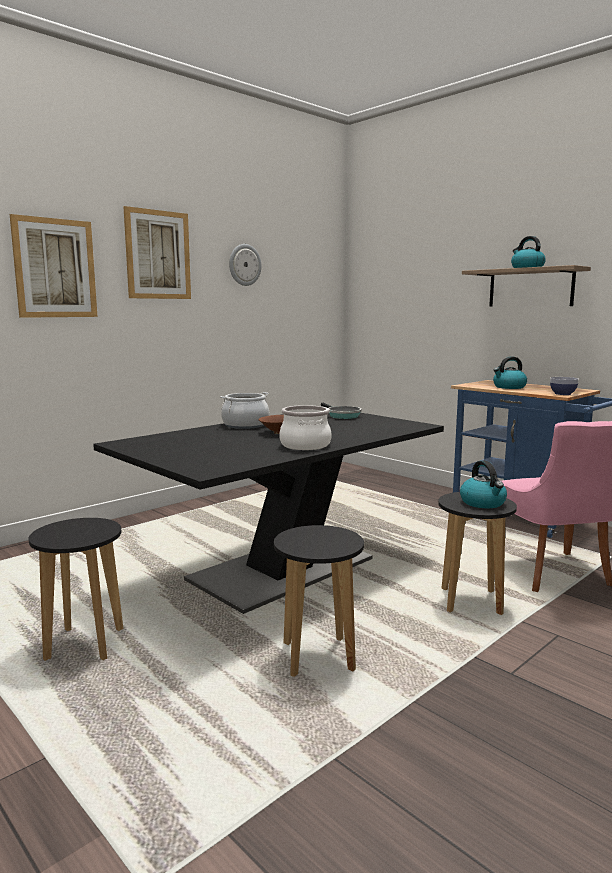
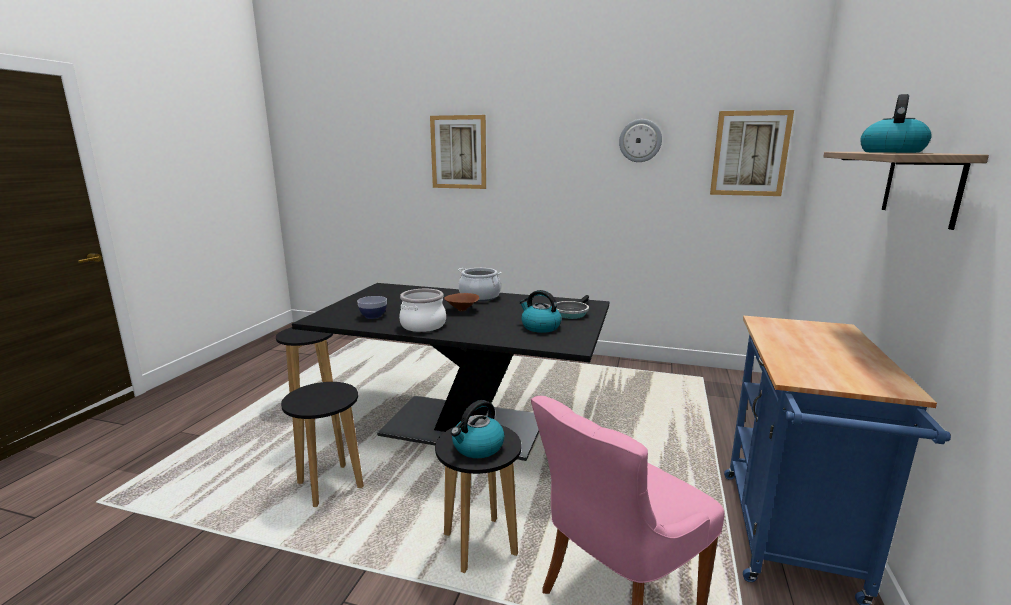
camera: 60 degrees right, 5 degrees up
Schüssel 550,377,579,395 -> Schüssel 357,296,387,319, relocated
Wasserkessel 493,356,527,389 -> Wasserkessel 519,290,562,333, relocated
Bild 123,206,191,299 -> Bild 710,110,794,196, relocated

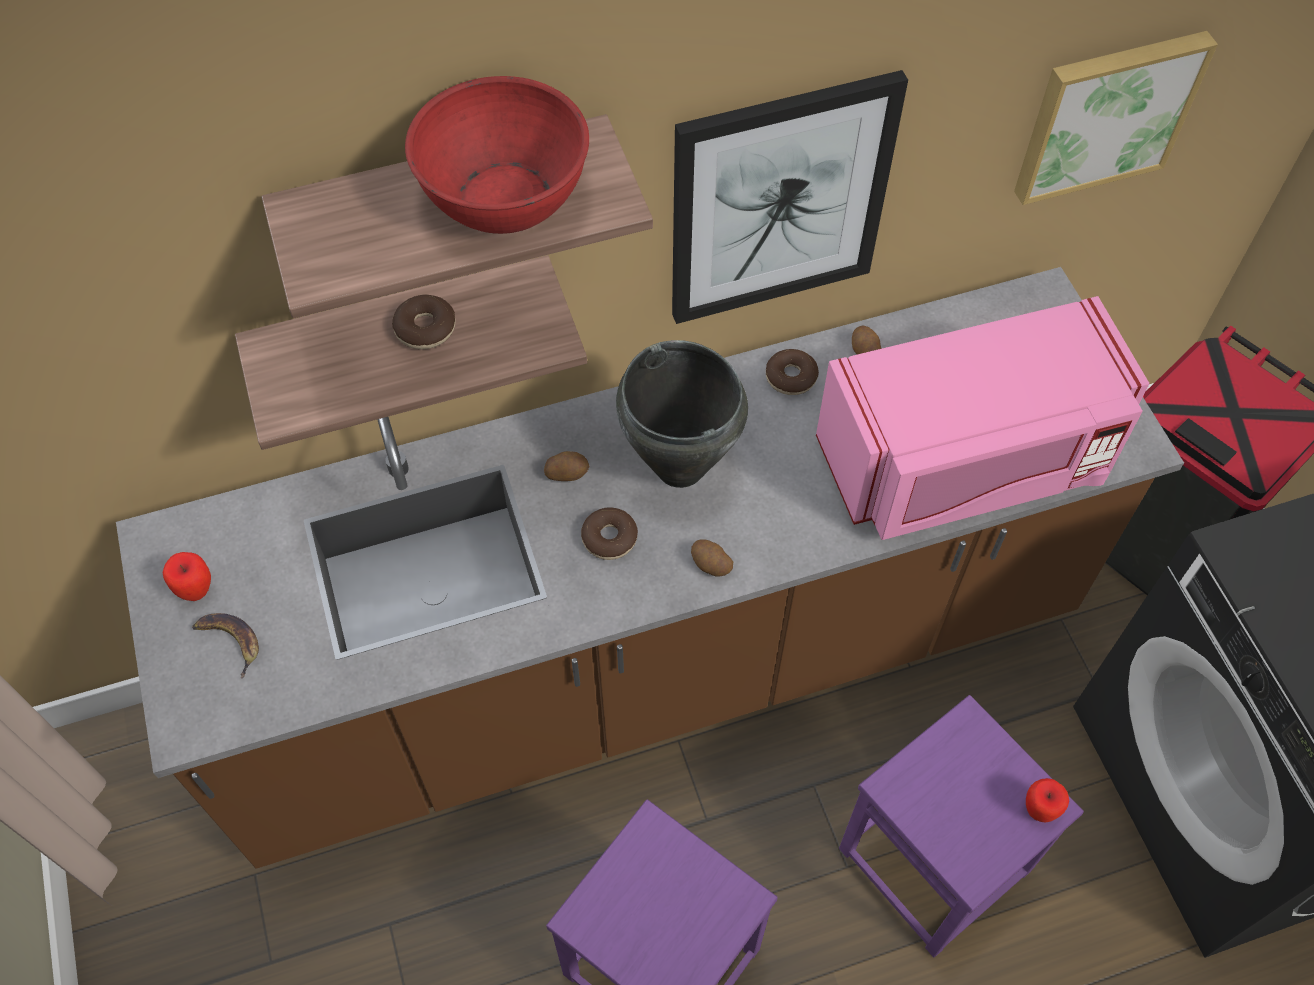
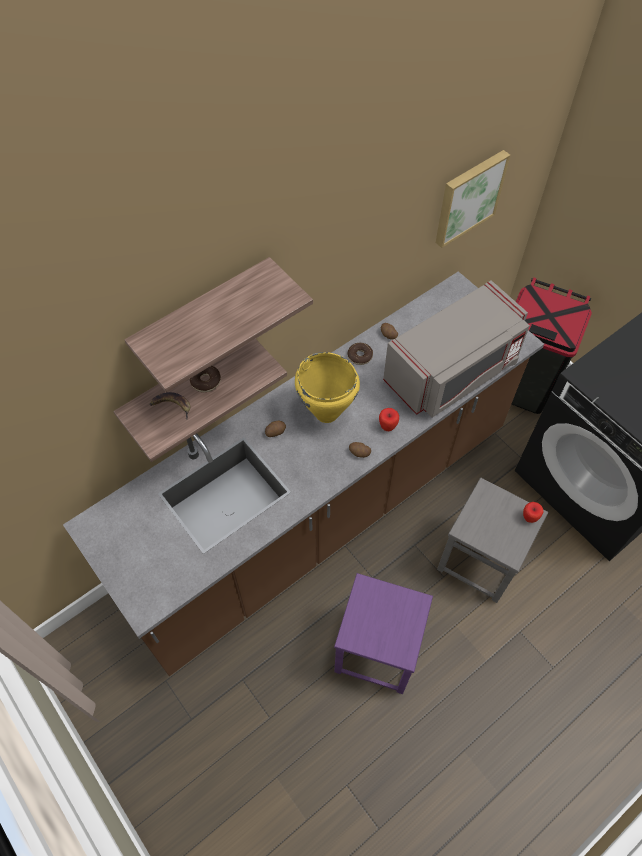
camera: 20 degrees left, 0 degrees up
Banane 192,613,259,679 -> Banane 150,392,190,420, relocated
Kochtopf (schwarz) 616,340,748,488 -> Kochtopf (gelb) 295,352,360,423
Apfel 163,552,211,601 -> Apfel 379,408,399,431, relocated
Mikrowelle (rosa) 816,296,1149,540 -> Mikrowelle (grau) 383,280,530,418
Hocker (lila) 839,695,1084,957 -> Hocker (grau) 437,478,548,603
Schüssel (rot) 405,76,589,234 -> none
Donut 581,507,638,560 -> none
Bild 672,70,908,324 -> none

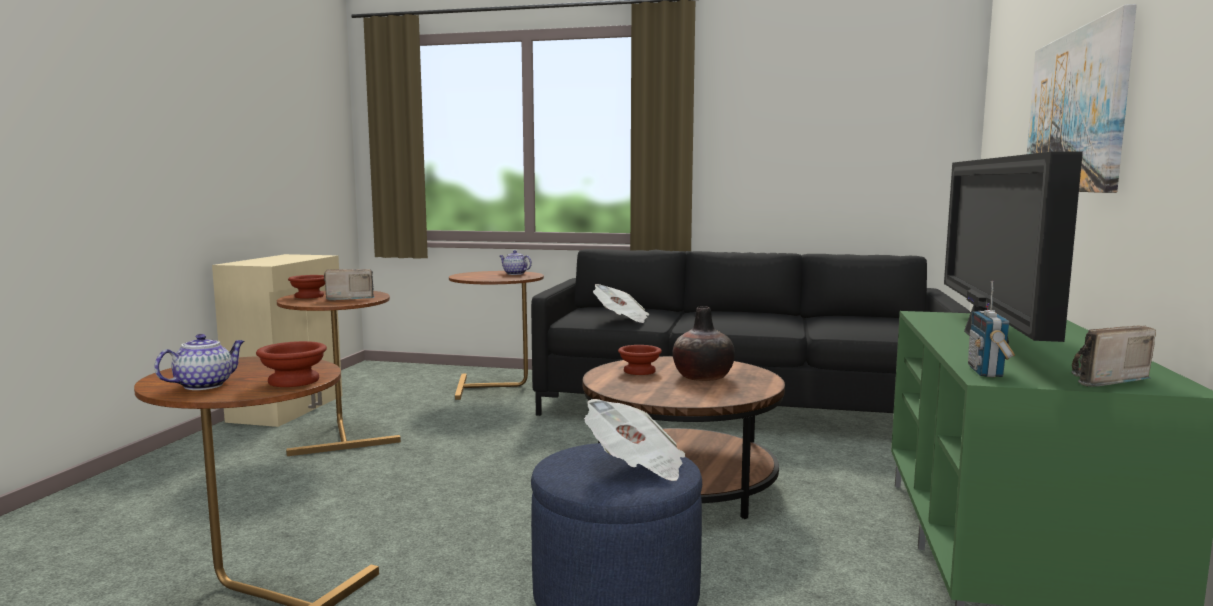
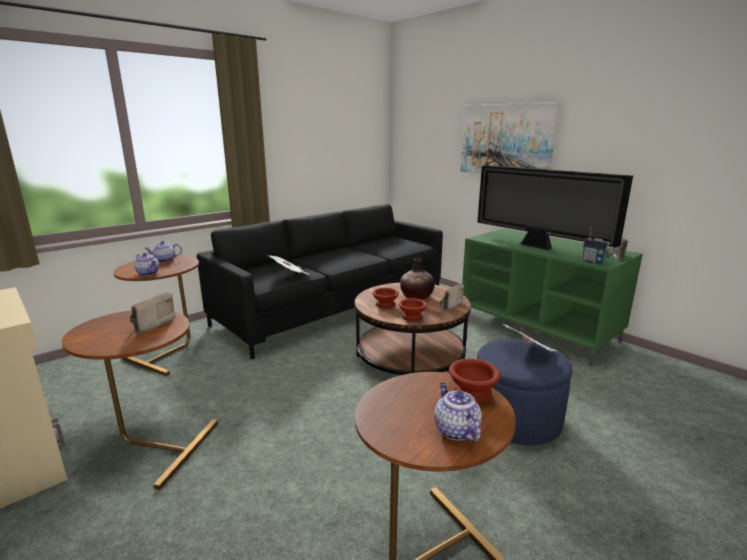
camera: 55 degrees left, 10 degrees up
none -> Teekanne 134,253,159,276
Schüssel (braun) 288,275,325,299 -> Schüssel (braun) 398,298,427,321, relocated
none -> Radio 439,283,464,311

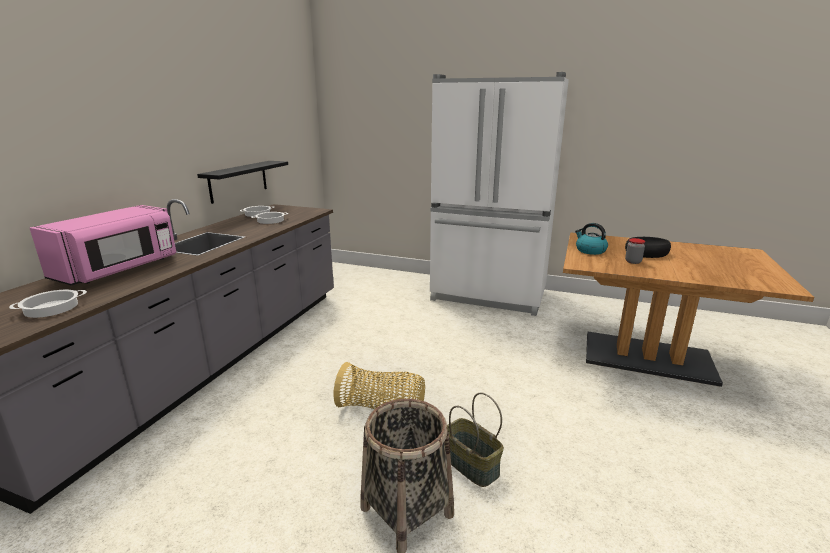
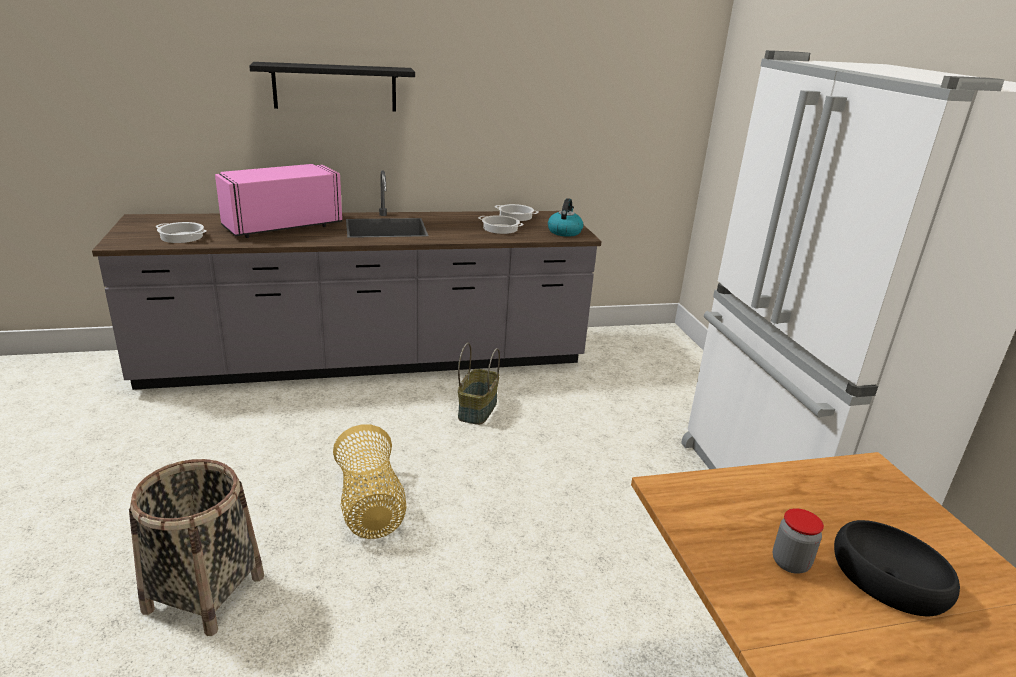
camera: 55 degrees right, 5 degrees up
Mikrowelle (rosa) 30,205,176,286 -> Mikrowelle (rosa) 215,164,342,238, 150 degrees clockwise
Wandregal (schwarz) 197,161,288,204 -> Wandregal (schwarz) 249,62,415,112, relocated
Korb 447,392,504,487 -> Korb 458,343,500,425, relocated
Wasserkessel 575,223,608,255 -> Wasserkessel 548,198,583,237, relocated

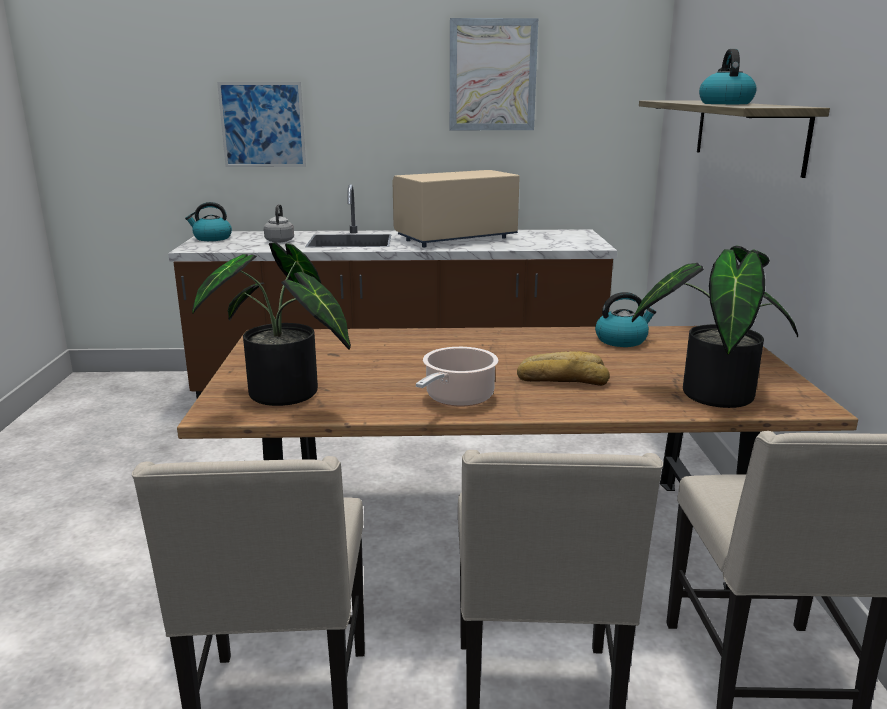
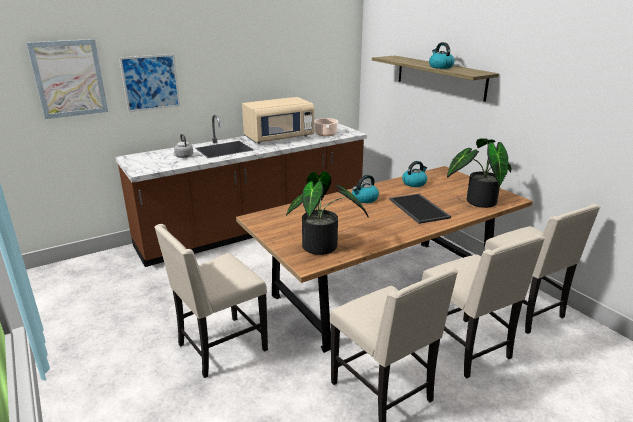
camera: 30 degrees left, 5 degrees up
Bild 450,18,538,130 -> Bild 27,39,108,119, relocated
none -> Stuhl (beige) 154,224,268,378
Mikrowelle (beige) 392,170,520,247 -> Mikrowelle (beige) 242,97,314,144, 150 degrees counterclockwise
Kochtopf 416,347,498,407 -> Kochtopf 314,118,338,136, relocated
Wasserkessel 185,202,232,241 -> Wasserkessel 352,175,379,203, relocated
Brot 517,351,610,386 -> Tablett 390,194,451,224

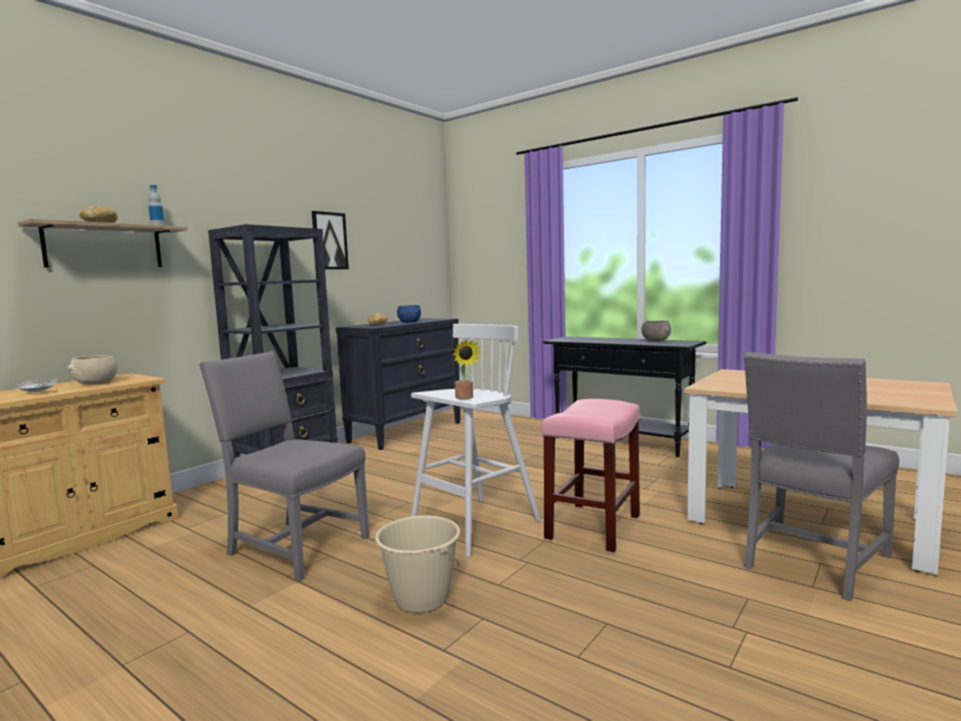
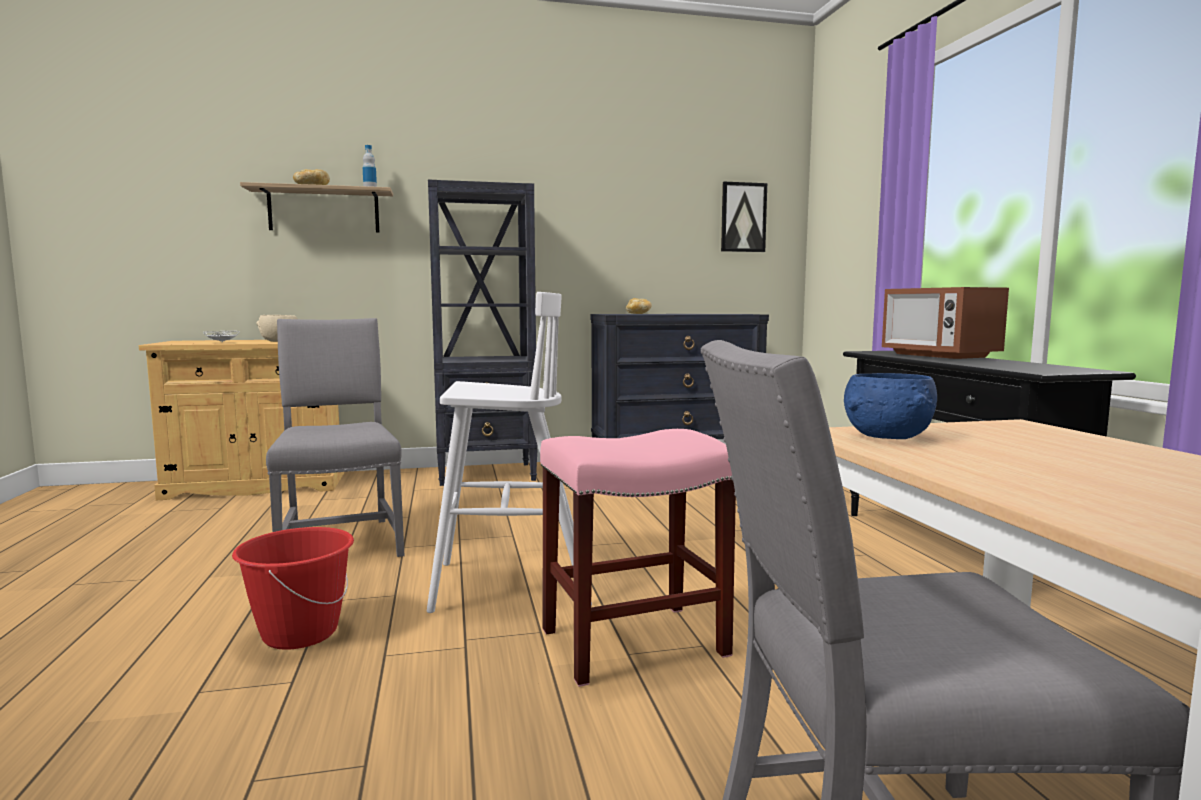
camera: 40 degrees right, 0 degrees up
Eimer (beige) 375,515,460,613 -> Eimer (rot) 232,527,354,650
Bild 312,211,349,269 -> Bild 721,182,767,252, relocated
Schüssel (blau) 397,305,421,323 -> Schüssel (blau) 844,373,937,439, relocated
none -> Mikrowelle 882,287,1009,359
Topfpflanze 453,339,482,399 -> none
Schüssel (grau) 642,321,671,341 -> none

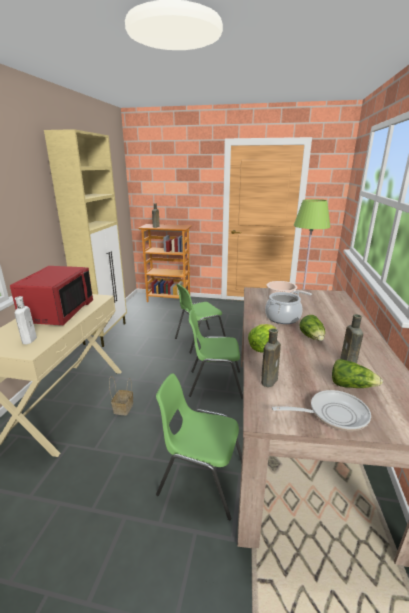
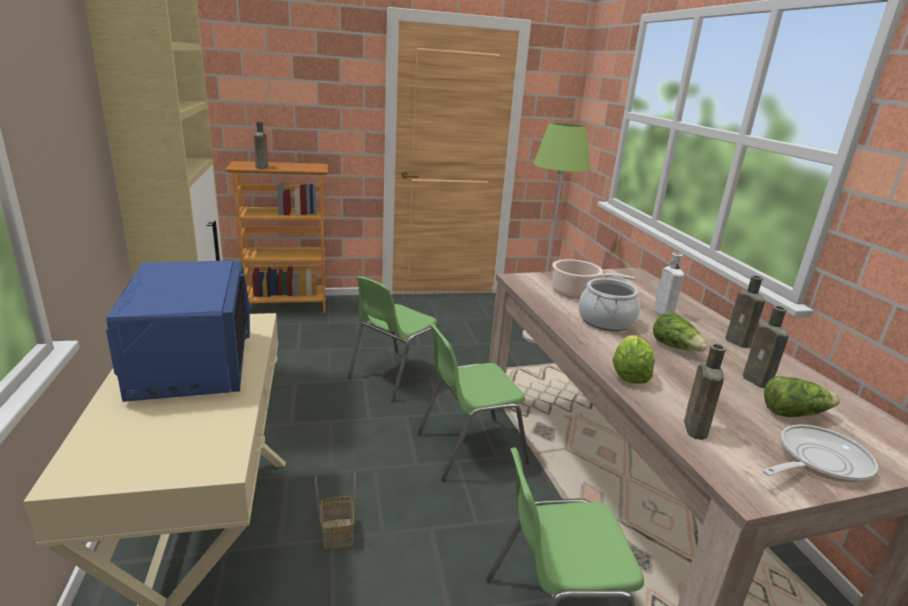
camera: 25 degrees left, 0 degrees up
Mikrowelle (rot) 10,266,93,325 -> Mikrowelle (blau) 106,260,250,402
Flasche (weiß) 14,296,37,344 -> Flasche (weiß) 653,253,684,315, relocated
none -> Flasche (braun) 726,275,765,348

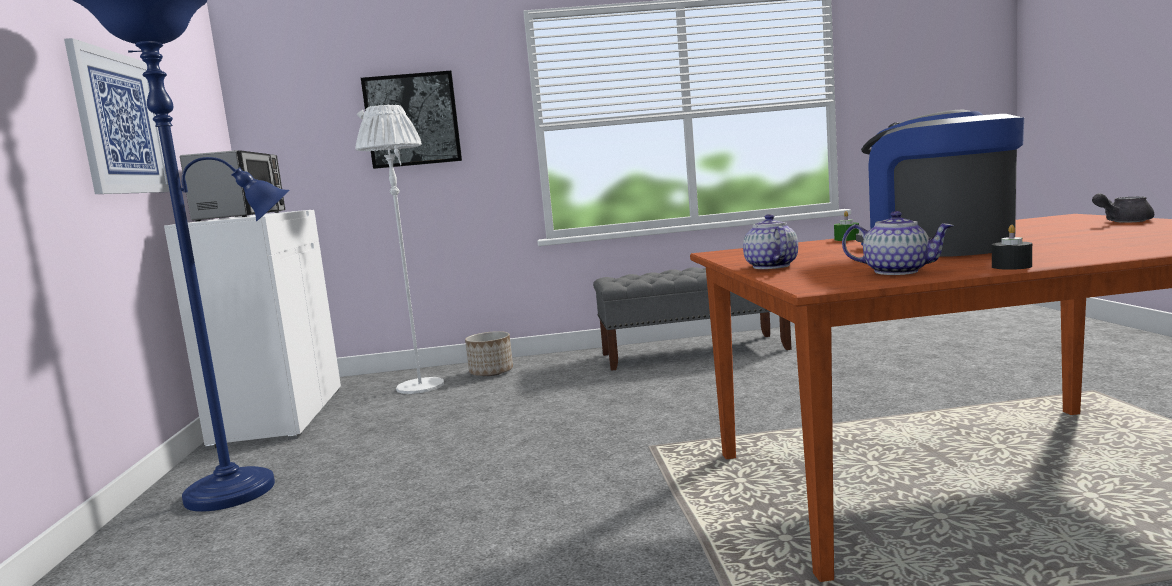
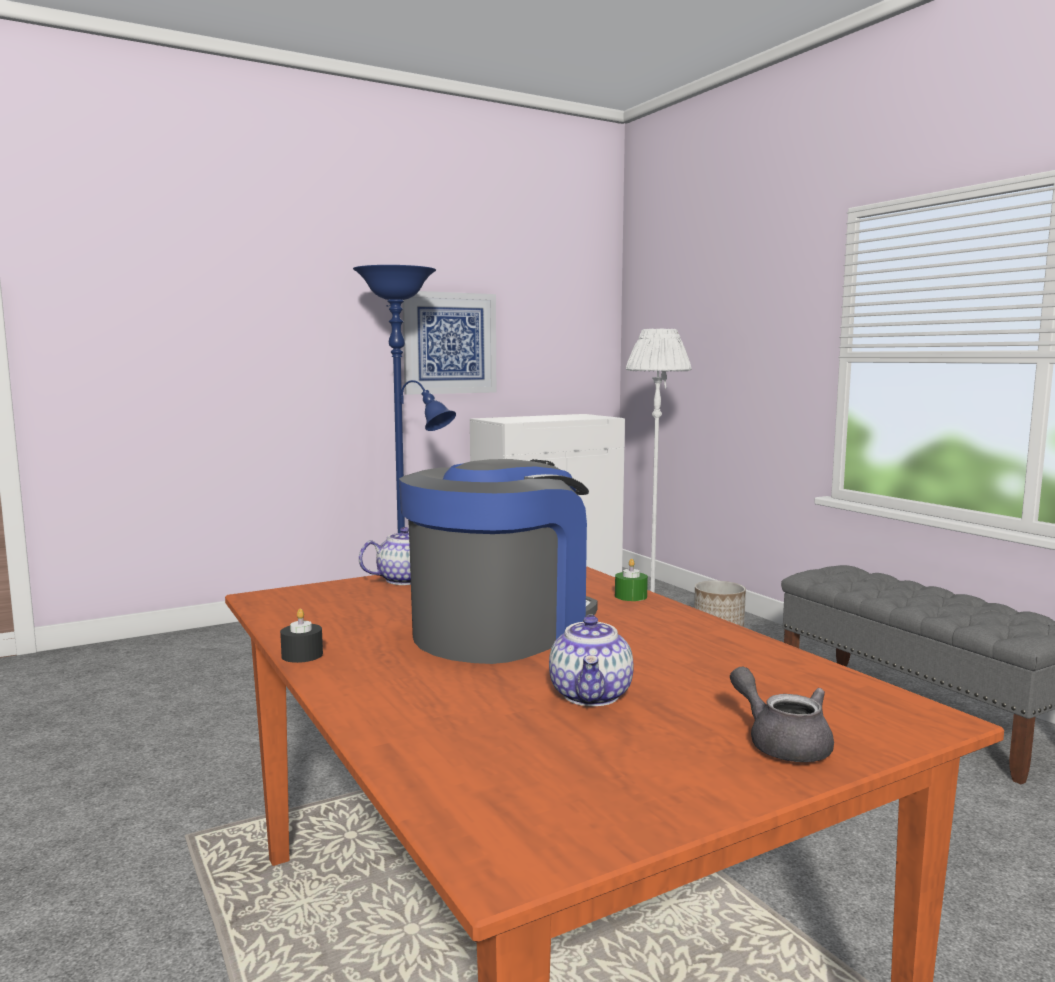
camera: 65 degrees right, 0 degrees up
Teekanne 842,211,954,275 -> Teekanne 549,614,634,706, relocated
Mikrowelle 180,150,285,221 -> none
Bild 361,71,462,169 -> none

